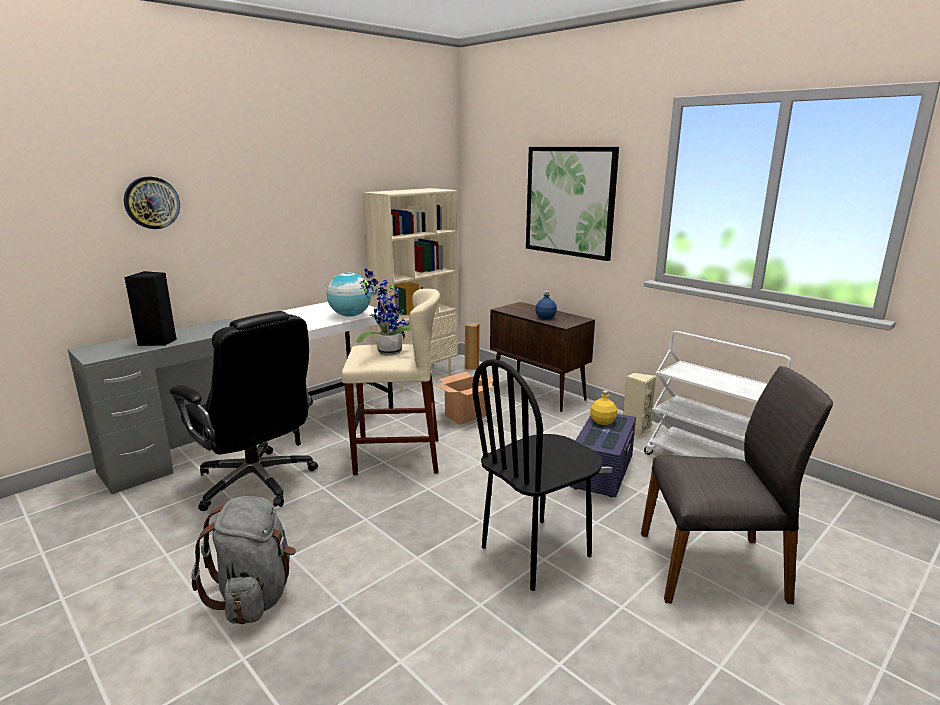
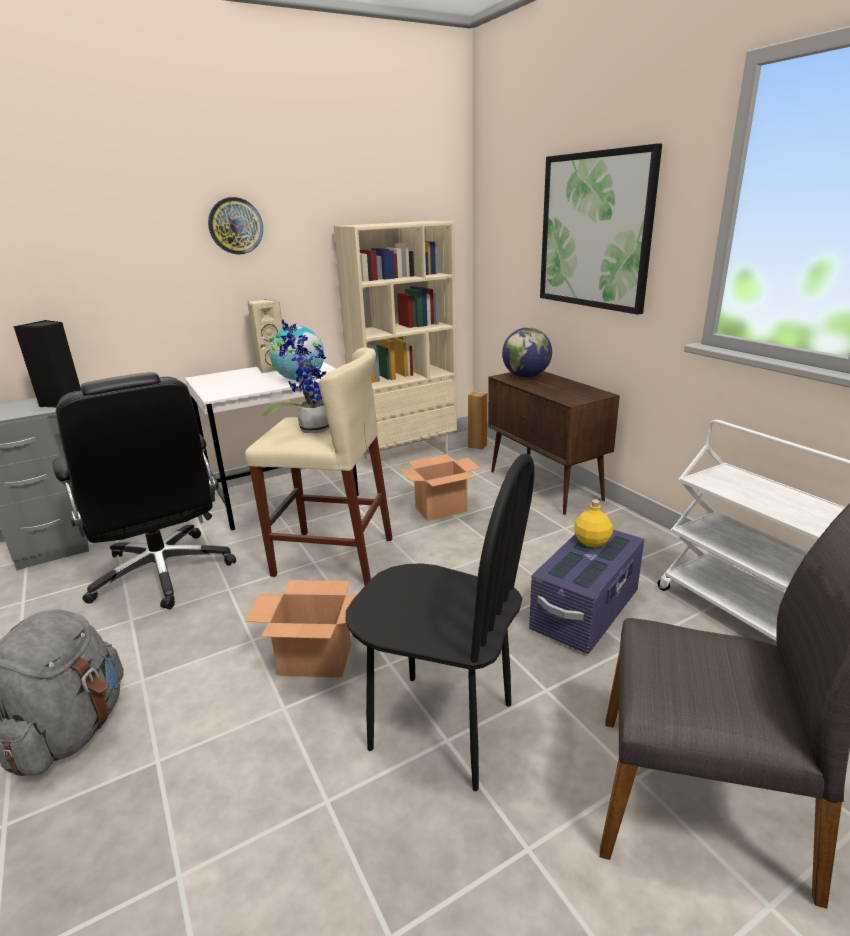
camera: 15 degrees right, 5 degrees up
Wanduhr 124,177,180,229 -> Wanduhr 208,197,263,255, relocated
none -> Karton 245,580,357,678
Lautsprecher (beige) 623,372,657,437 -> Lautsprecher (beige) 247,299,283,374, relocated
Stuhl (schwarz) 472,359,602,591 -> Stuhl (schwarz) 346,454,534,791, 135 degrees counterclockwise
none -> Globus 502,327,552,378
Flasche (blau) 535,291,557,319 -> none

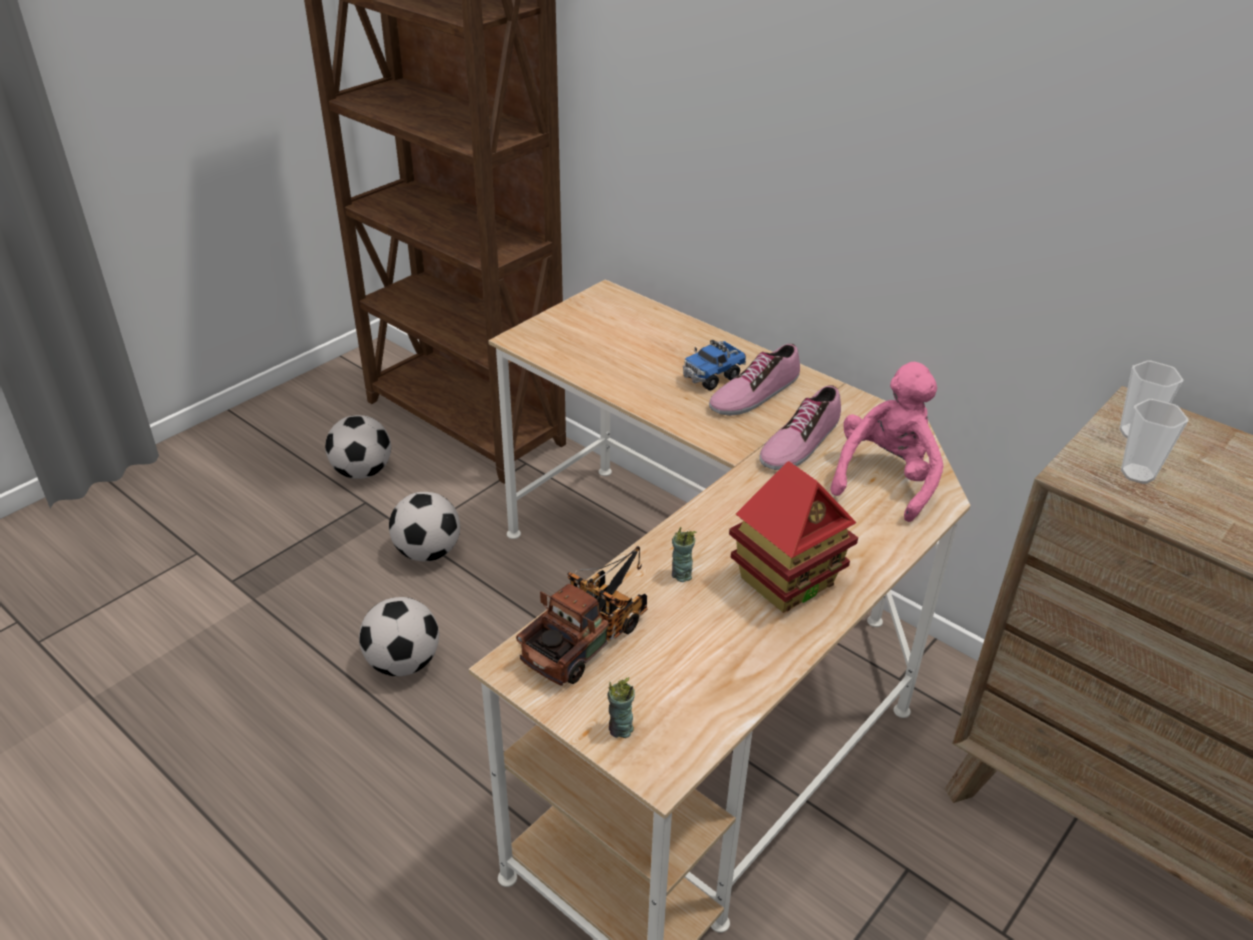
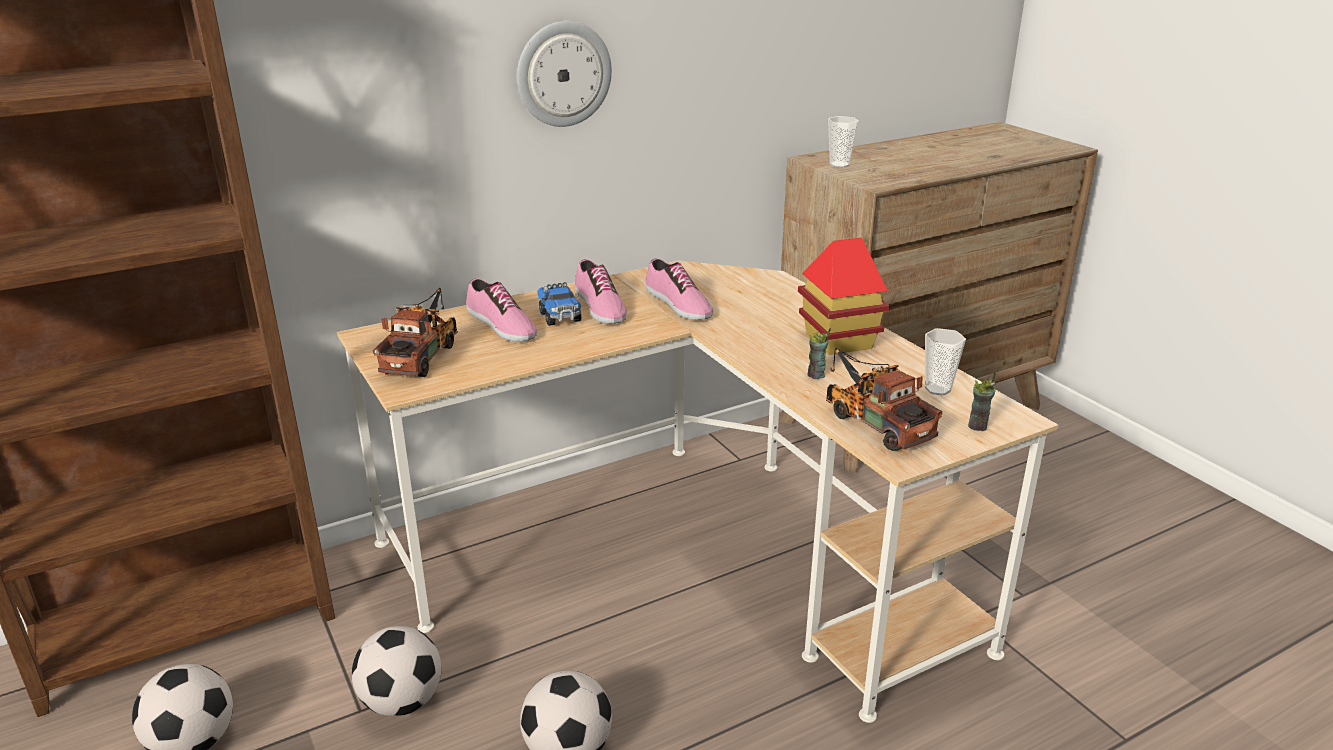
camera: 70 degrees left, 10 degrees down
none -> Spielzeuglaster 373,288,458,377
none -> Schuh 466,278,537,342
none -> Wanduhr 517,21,612,127
Tasse 1121,399,1189,484 -> Tasse 925,328,966,395, relocated
Plüschtier (rosa) 830,362,943,522 -> none

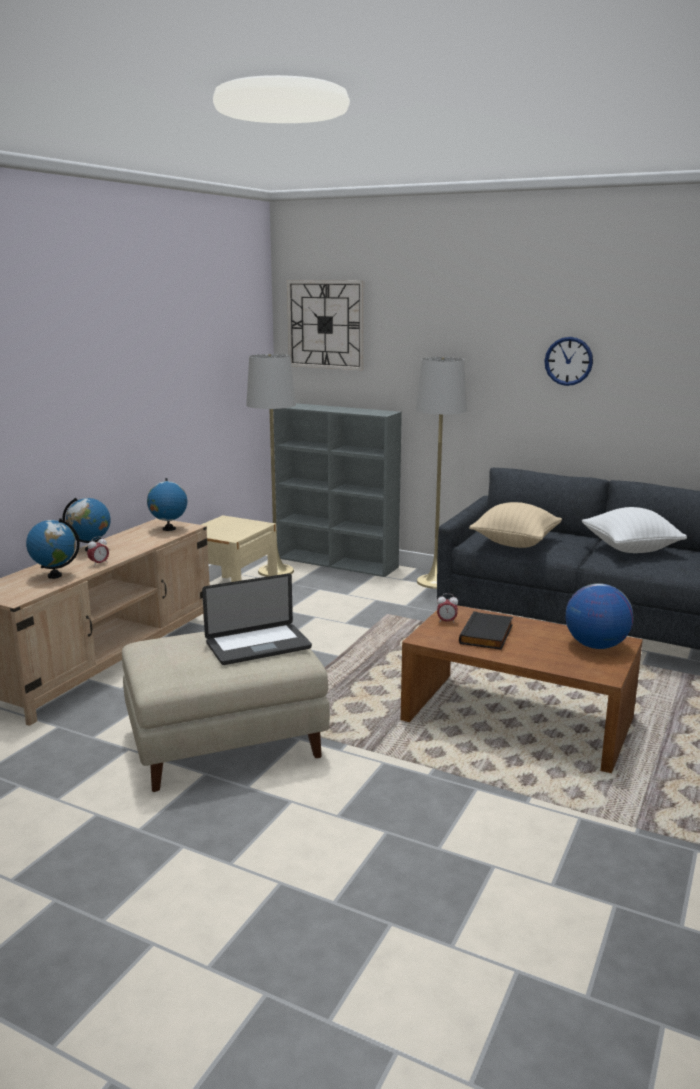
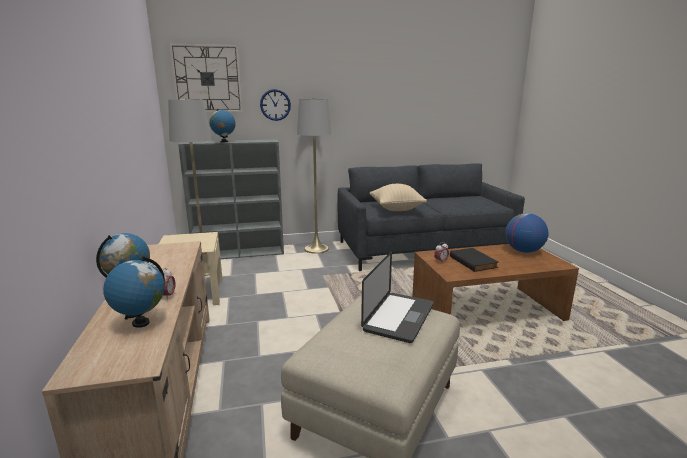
camera: 40 degrees left, 0 degrees up
Globus 147,478,187,531 -> Globus 209,109,236,142, relocated
Wanduhr 545,337,593,386 -> Wanduhr 260,89,291,121, relocated
Kissen (weiß) 582,507,687,553 -> none

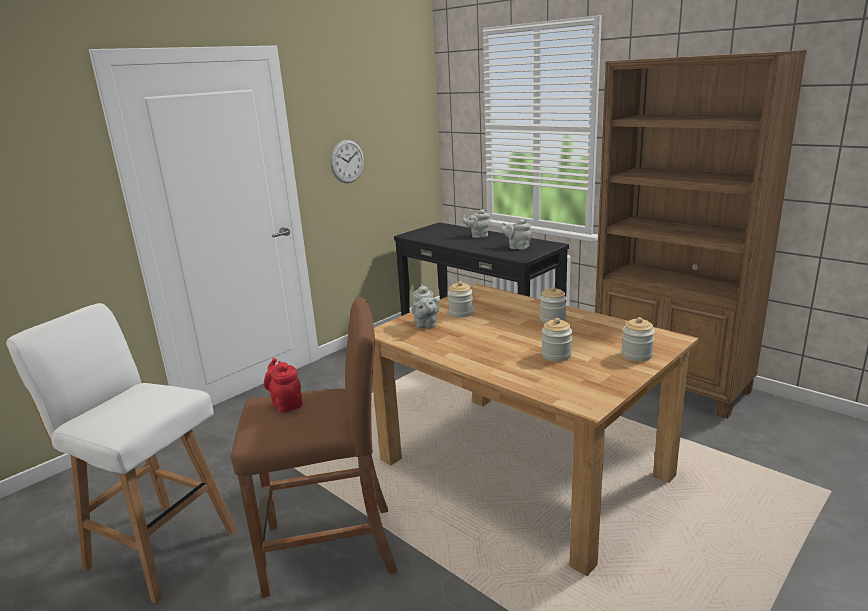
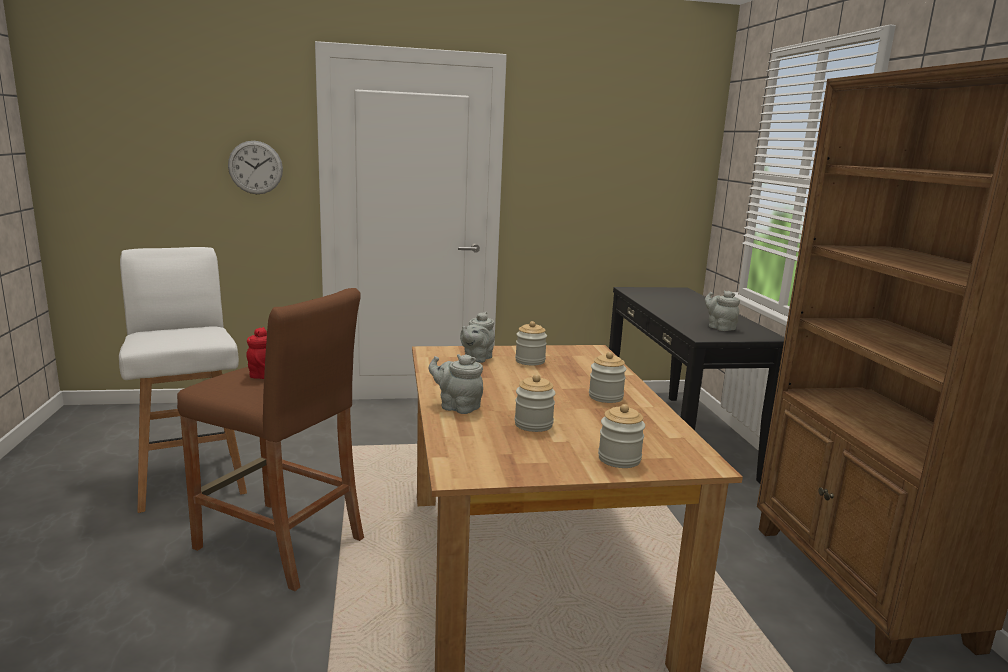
camera: 35 degrees right, 5 degrees down
Wanduhr 330,140,364,183 -> Wanduhr 228,141,283,194, relocated
Teekanne (grau) 462,209,491,238 -> Teekanne (grau) 429,354,483,414, relocated

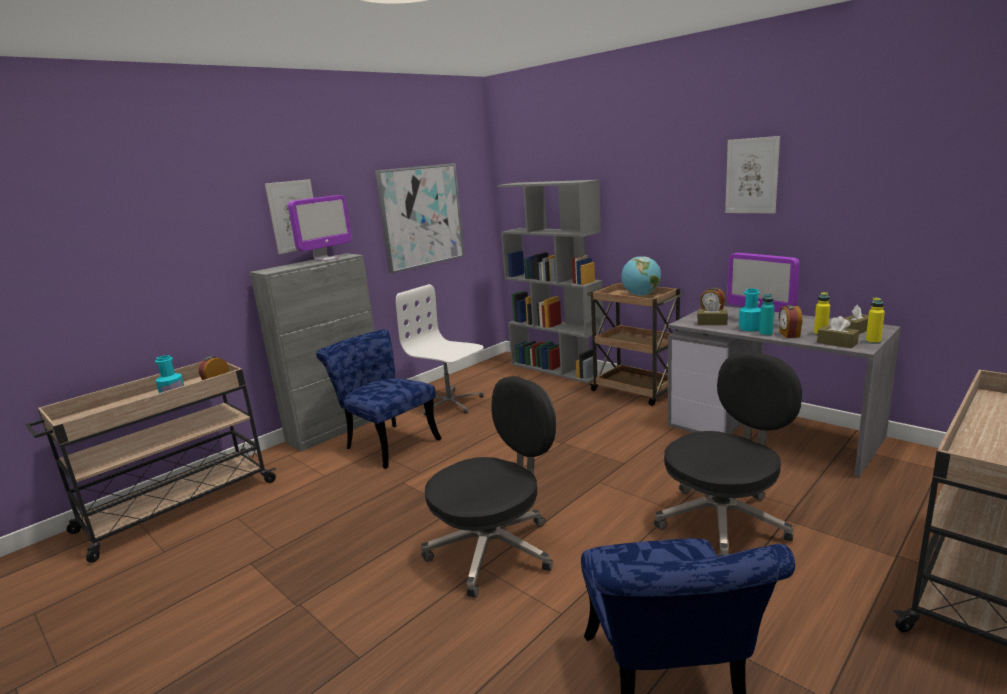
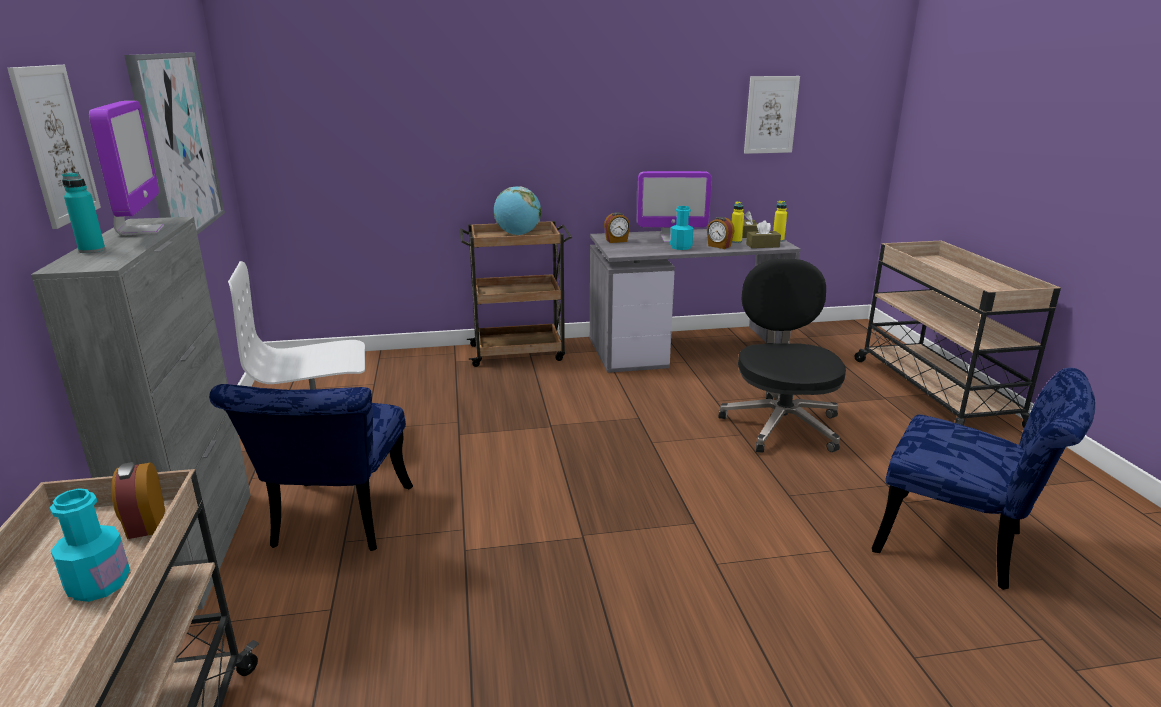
camera: 55 degrees left, 5 degrees up
Flasche (türkis) 759,294,775,336 -> Flasche (türkis) 62,172,105,253, relocated
Stuhl (blau) 316,329,442,469 -> Stuhl (blau) 209,384,413,551, 75 degrees counterclockwise
Bild 725,136,780,213 -> Bild 744,76,800,154, relocated
Bürostuhl (schwarz) 421,376,556,598 -> none
Bücherregal (grau) 497,180,604,383 -> none
Taschentuchbox (braun) 697,300,728,325 -> none

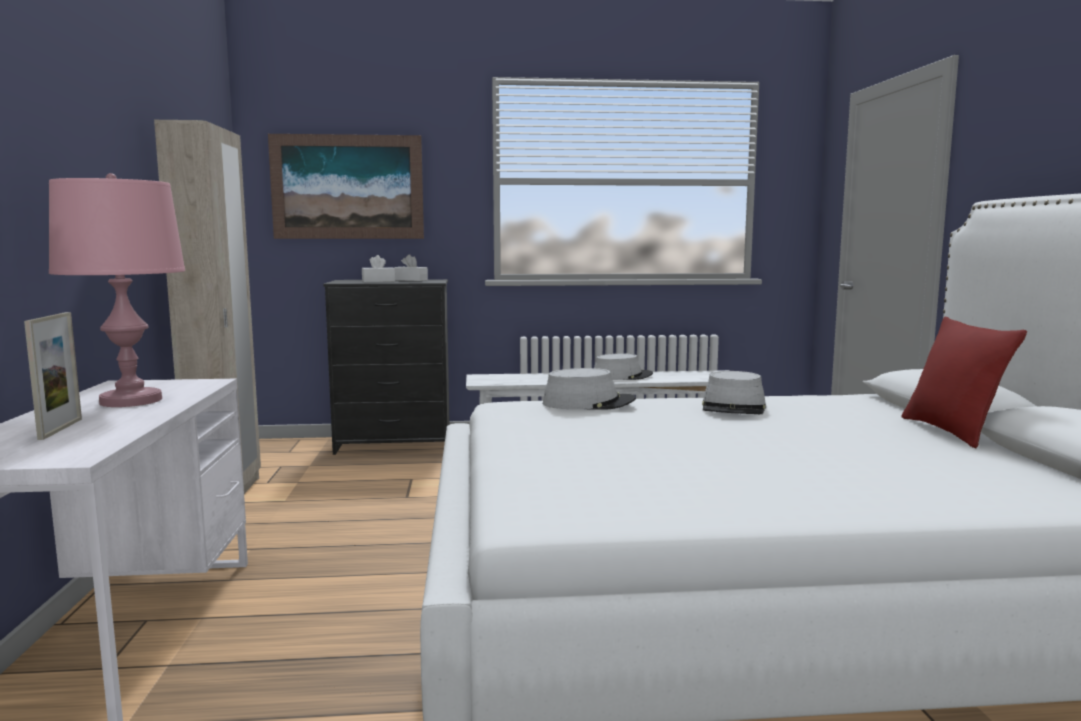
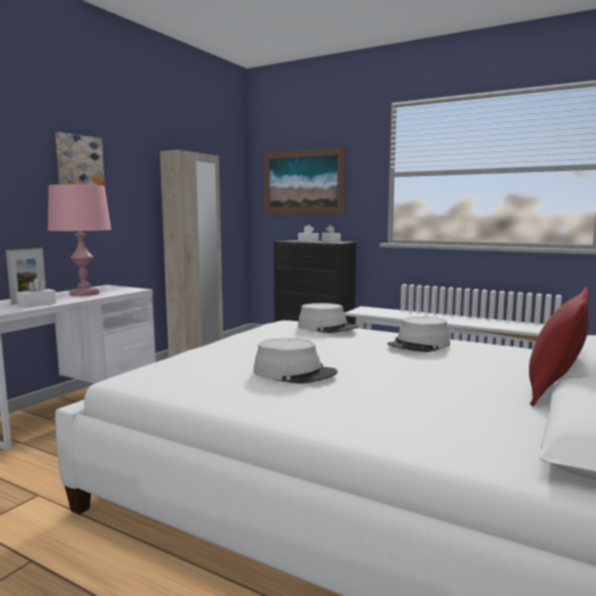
camera: 35 degrees right, 0 degrees up
none -> Taschentuchbox (weiß) 17,278,56,308
none -> Bild 55,132,105,186
Hut (grau) 594,353,653,380 -> Hut (grau) 253,338,337,384, relocated

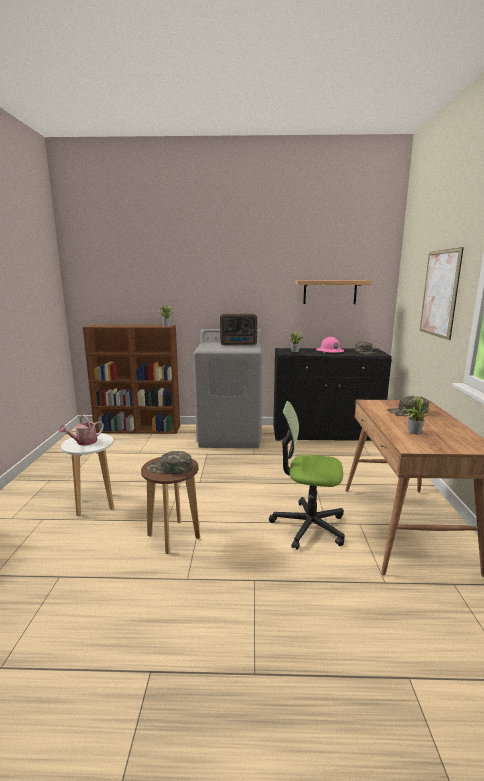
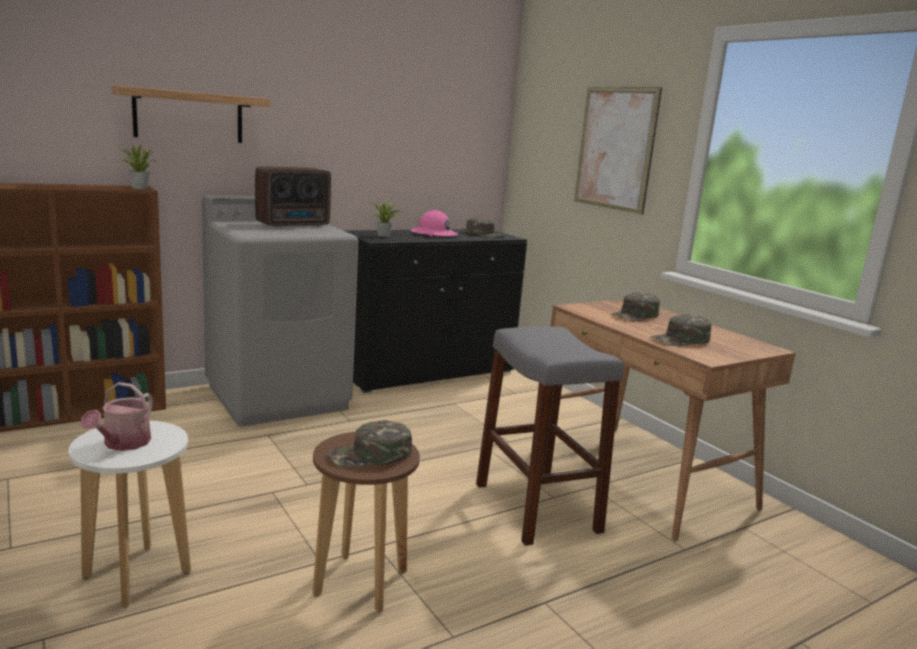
camera: 35 degrees left, 0 degrees up
Wandregal 296,280,372,304 -> Wandregal 111,85,270,143, relocated
Bürostuhl 269,401,345,550 -> Hocker (grau) 476,326,624,546
Topfpflanze 401,395,430,434 -> Kappe (grün) 650,314,712,347

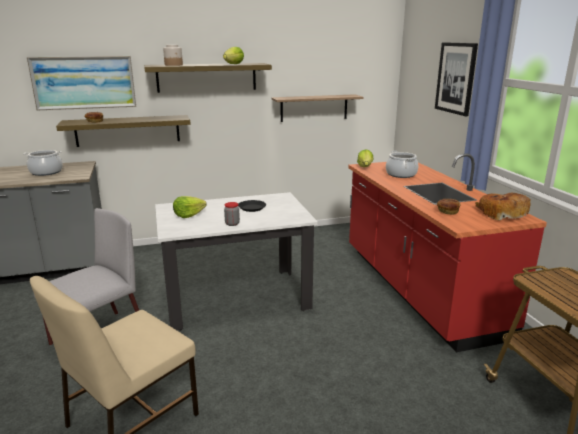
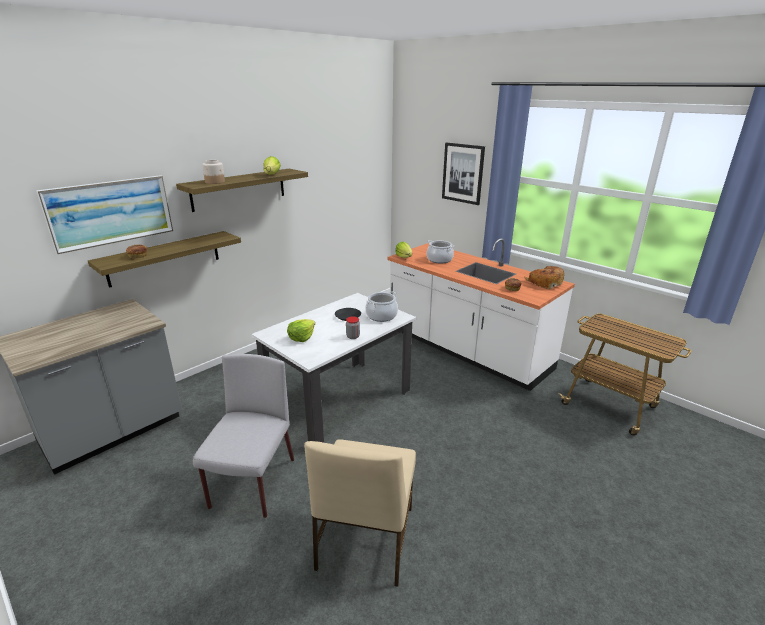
camera: 30 degrees left, 5 degrees up
Kochtopf 23,150,63,176 -> Kochtopf 365,292,398,322, relocated
Küchenzeile (rot) 348,153,547,352 -> Küchenzeile (weiß) 387,238,575,391
Wandregal 272,94,363,122 -> none

